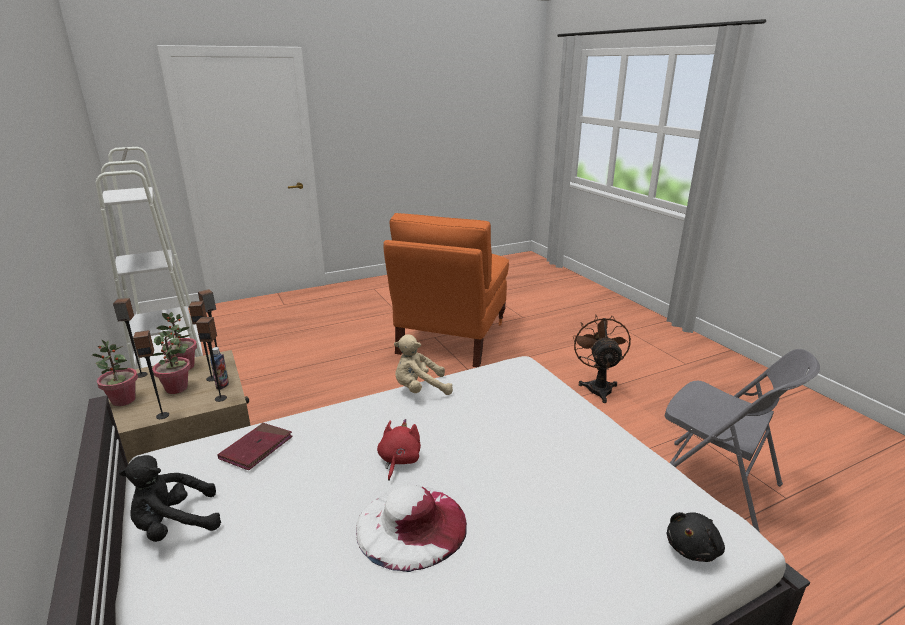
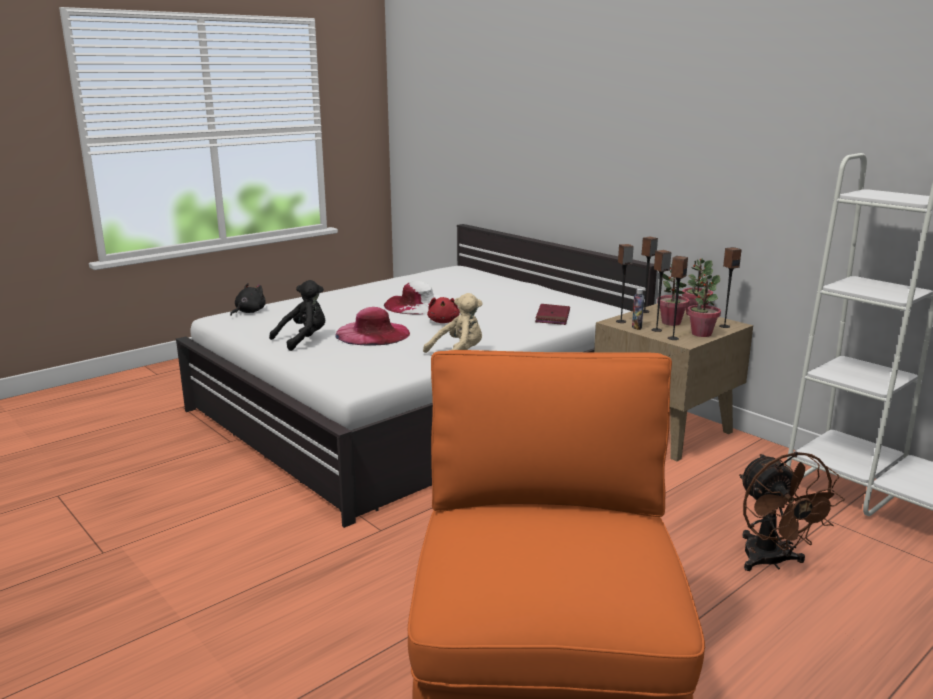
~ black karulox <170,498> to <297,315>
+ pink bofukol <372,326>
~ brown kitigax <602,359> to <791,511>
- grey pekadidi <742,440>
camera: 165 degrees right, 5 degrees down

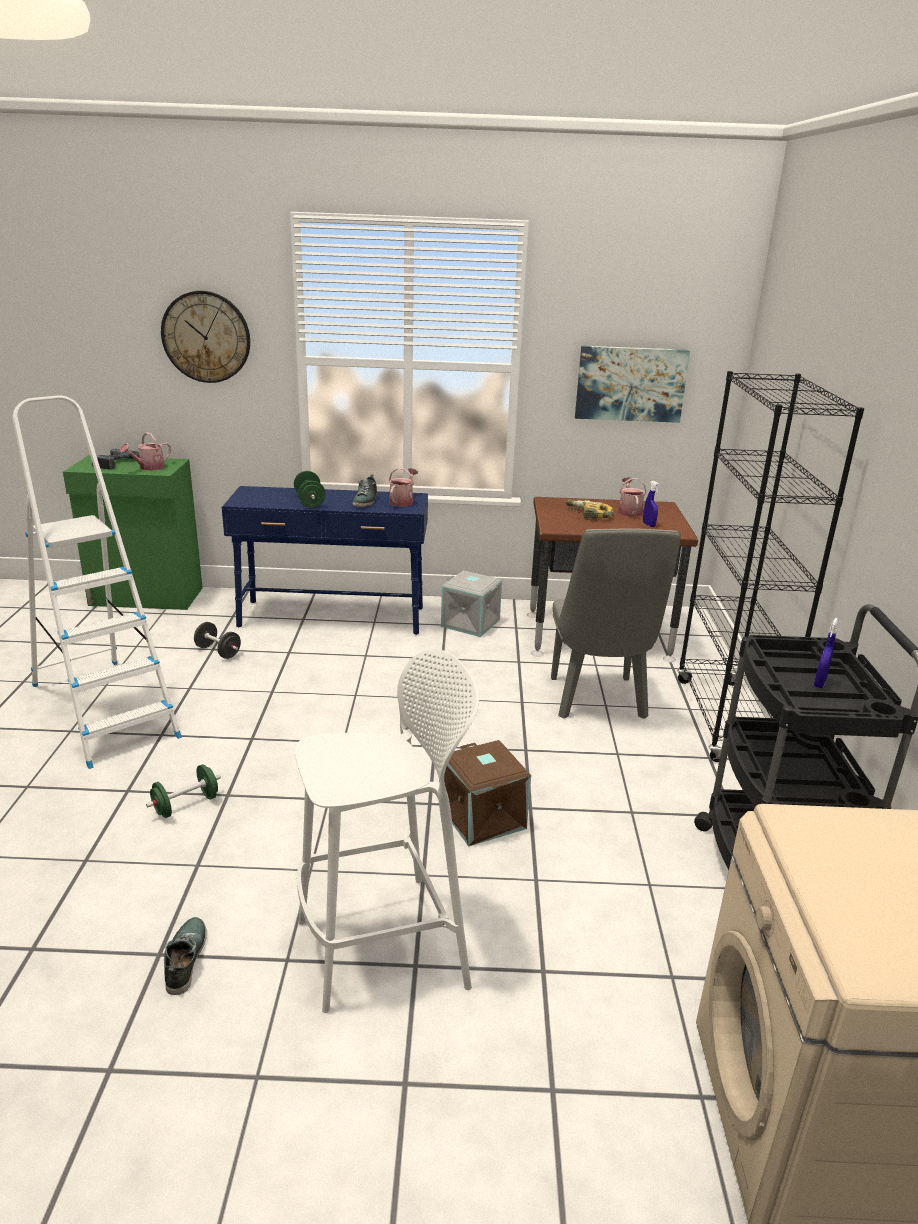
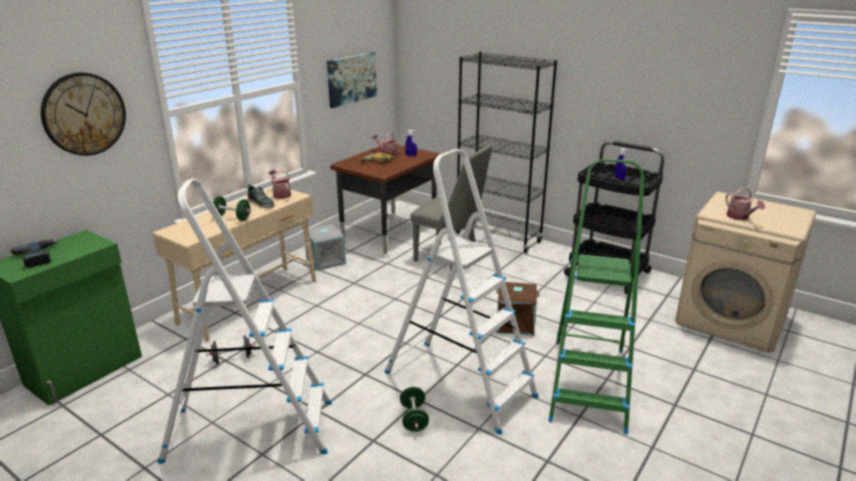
~ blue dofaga <325,560> to beige dofaga <234,264>
+ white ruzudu <462,292>
~ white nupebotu <387,831> to green ruzudu <596,296>
~ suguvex <145,451> to <745,204>
- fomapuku <185,956>
camera: 55 degrees left, 0 degrees up

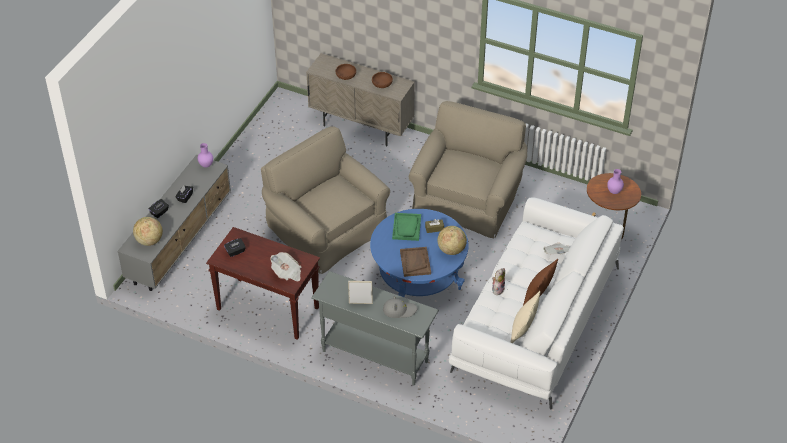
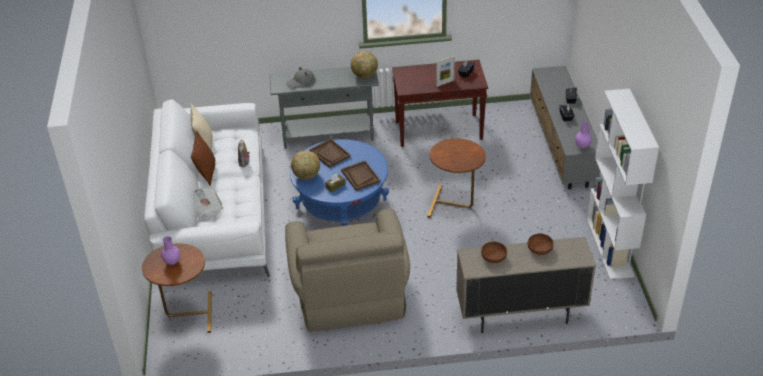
~ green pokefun <406,227> to brown pokefun <360,176>
~ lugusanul <148,231> to <364,64>
~ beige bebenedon <325,200> to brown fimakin <456,178>
~ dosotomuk <360,292> to <445,71>
+ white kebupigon <622,184>
- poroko <286,266>
camera: 150 degrees right, 5 degrees down

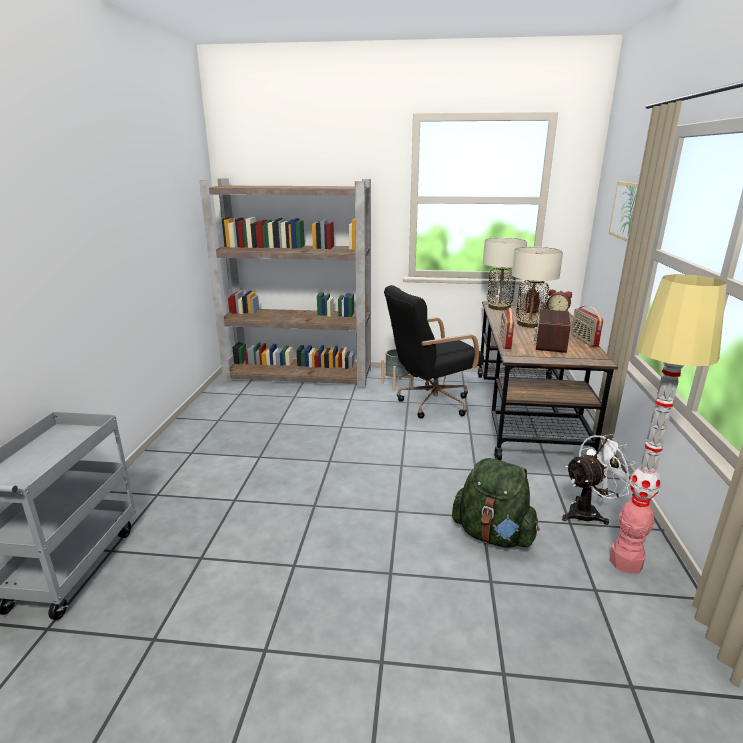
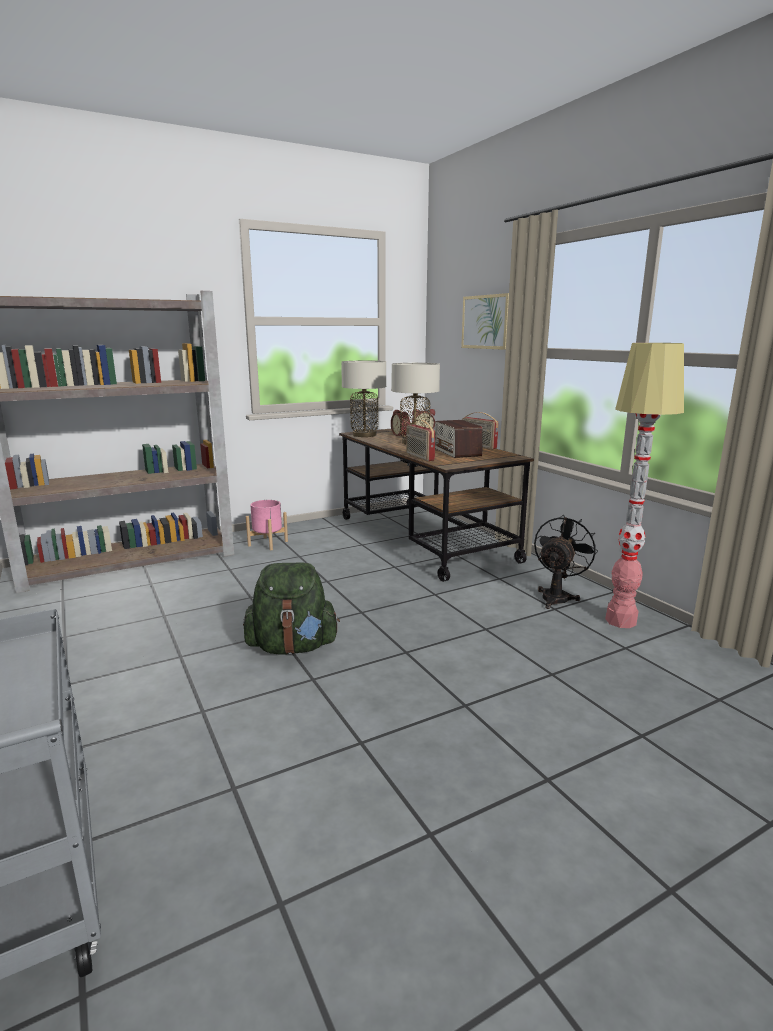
~ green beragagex <496,503> to <291,609>
~ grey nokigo <397,370> to pink nokigo <267,525>
~ white kitigax <600,479> to black kitigax <566,562>
- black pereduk <434,352>
camera: 35 degrees left, 5 degrees down

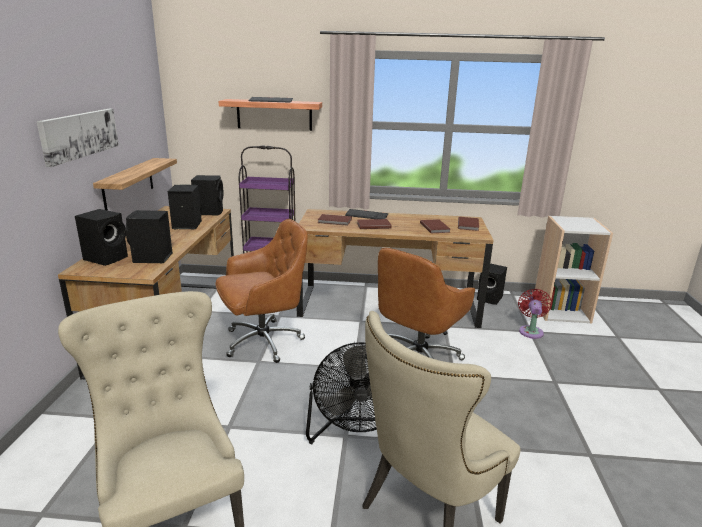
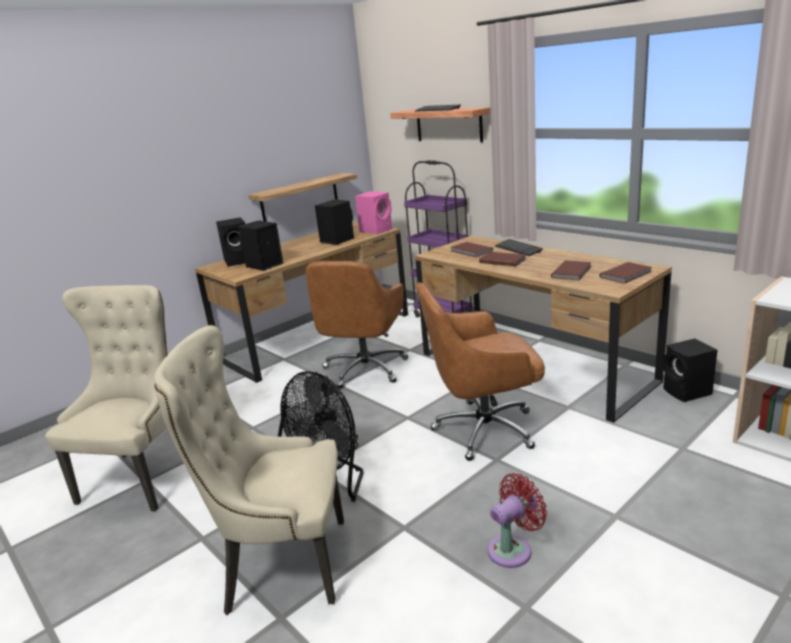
~ brown pereduk <261,291> = <357,324> 90 degrees clockwise
~ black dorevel <207,195> to pink dorevel <373,212>
~ red kitigax <535,314> to <517,520>
- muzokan <78,138>
camera: 45 degrees right, 0 degrees up

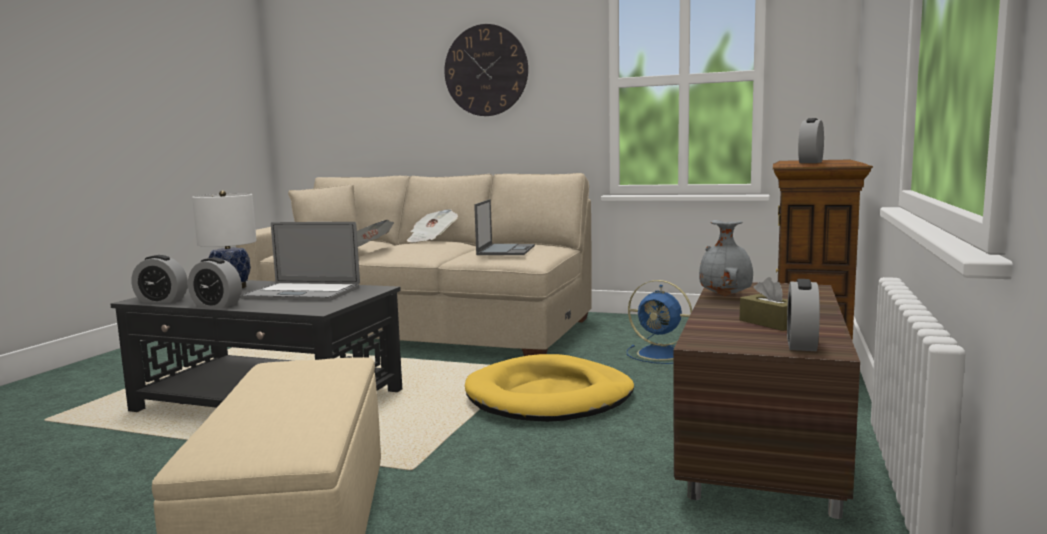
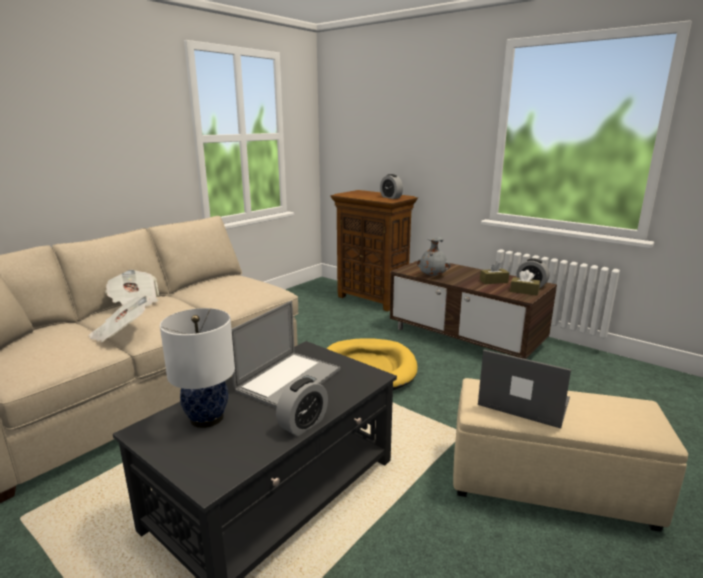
~ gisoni <504,227> to <524,389>
+ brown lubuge <525,282>
- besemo <159,279>
- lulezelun <486,70>
- blue kitigax <659,322>
camera: 70 degrees left, 10 degrees up

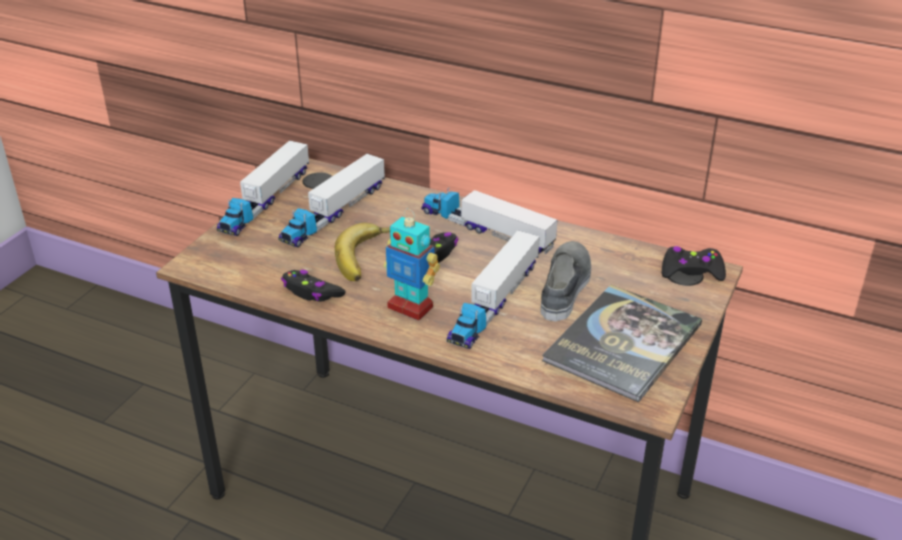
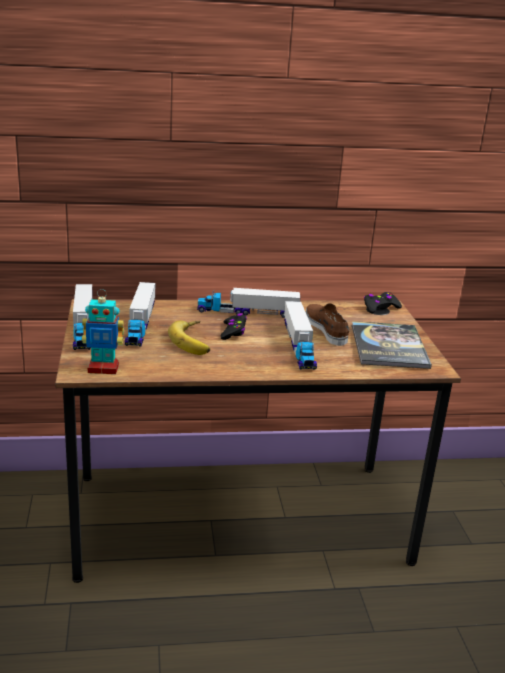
~ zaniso <412,264> to <103,331>
~ grey fomapuku <566,281> to brown fomapuku <327,324>
- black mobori <313,286>
camera: 35 degrees left, 10 degrees down

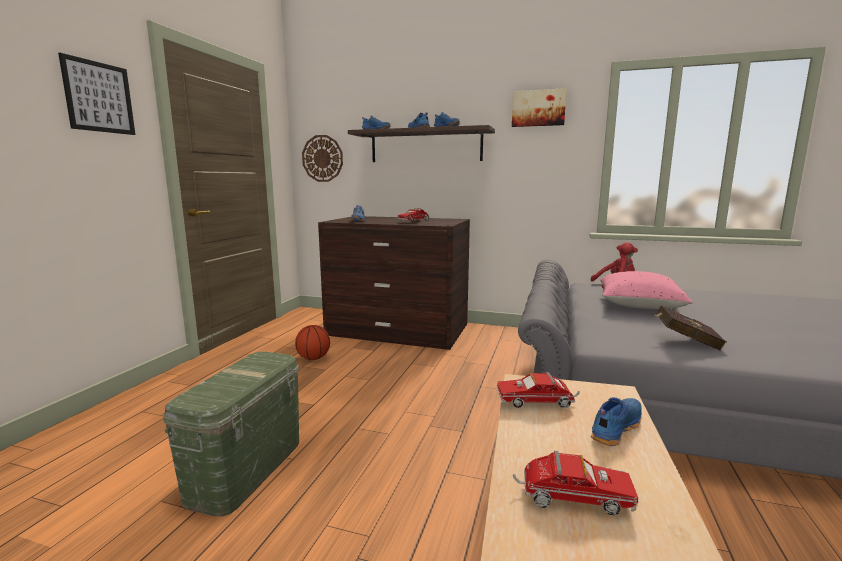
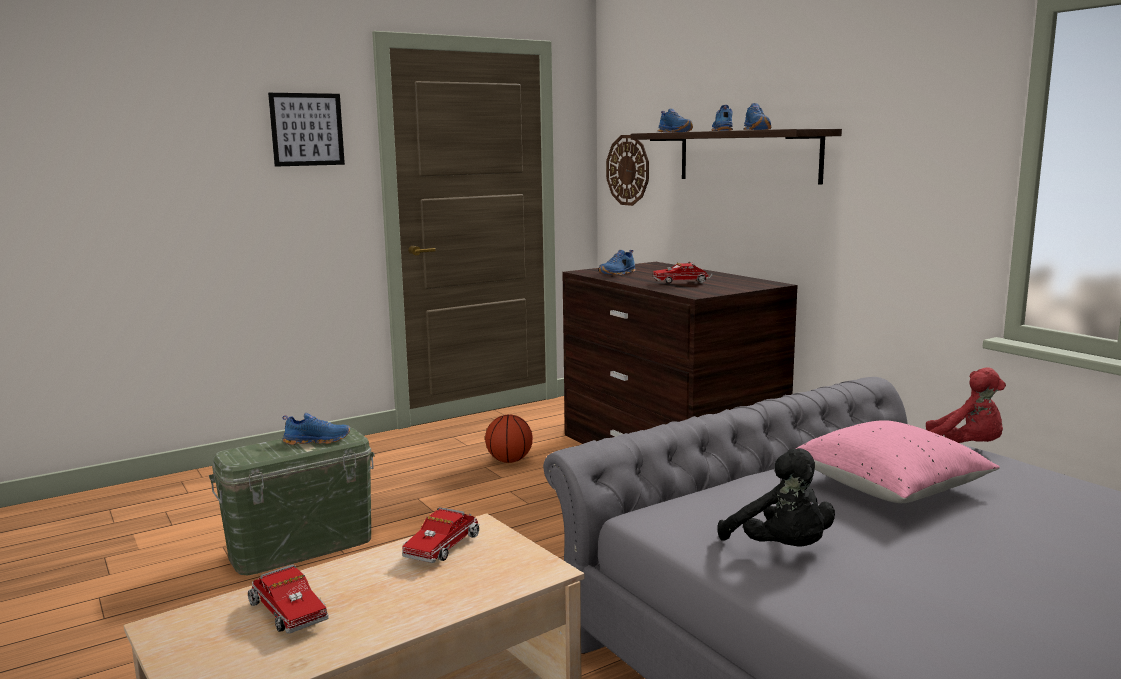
~ blue fomapuku <616,421> to <316,428>
~ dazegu <538,390> = <441,535> 105 degrees counterclockwise
~ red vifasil <688,328> to black karulox <776,497>
- muzokan <539,107>
camera: 40 degrees right, 0 degrees up

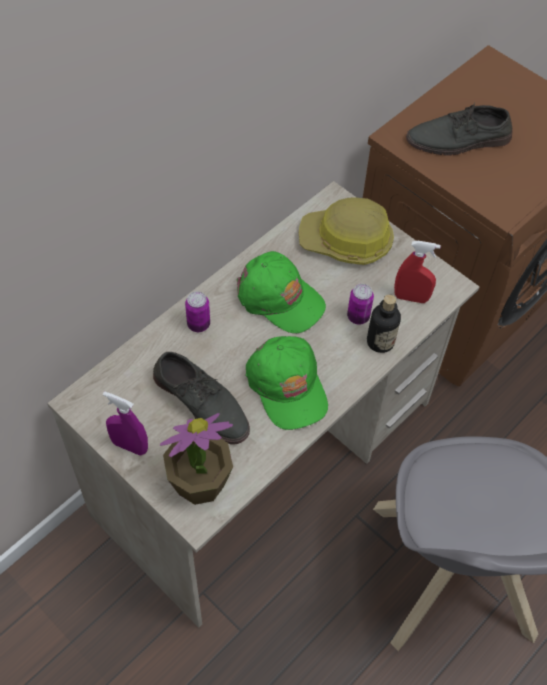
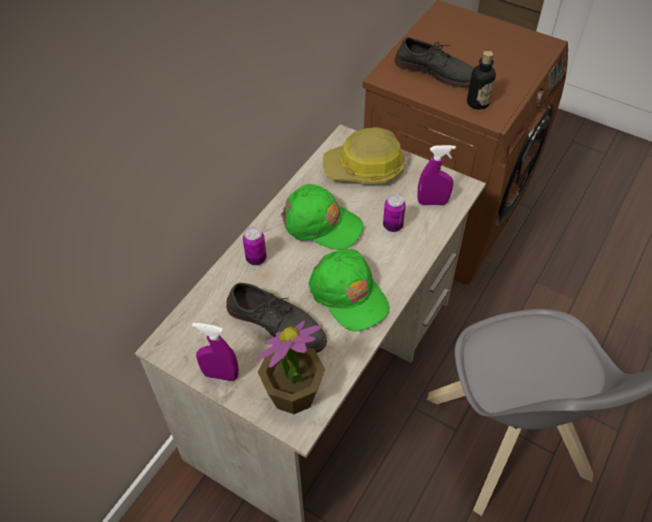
~ grey fomapuku <459,129> = <434,62> 135 degrees counterclockwise
~ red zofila <417,272> to purple zofila <436,175>
~ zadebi <384,323> to <481,80>
camera: 10 degrees left, 5 degrees down

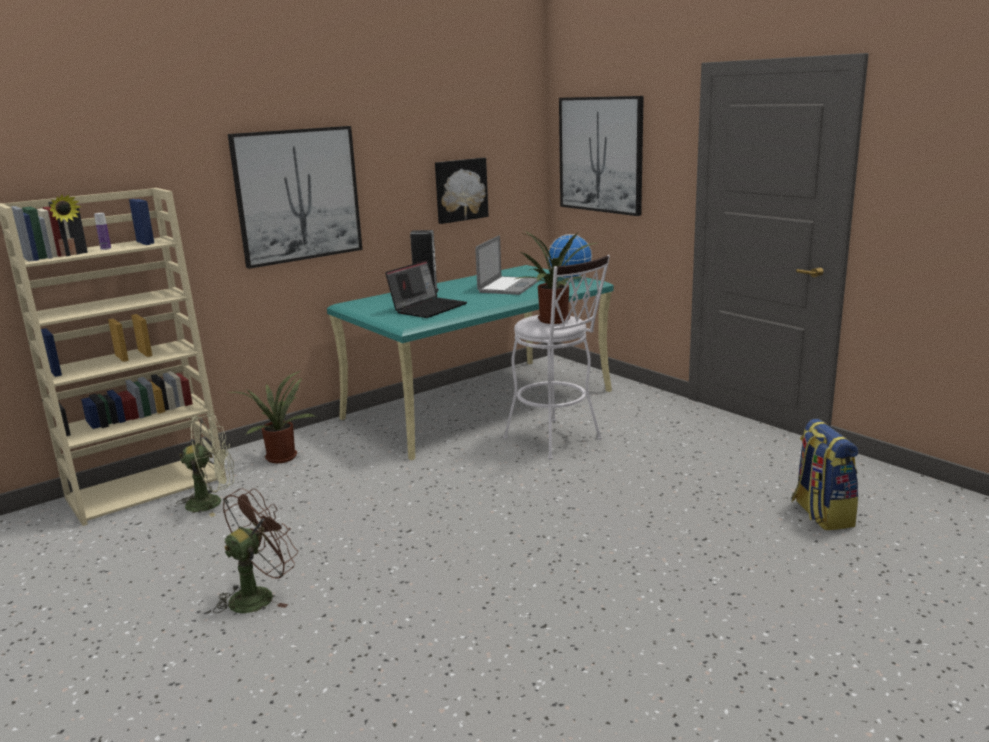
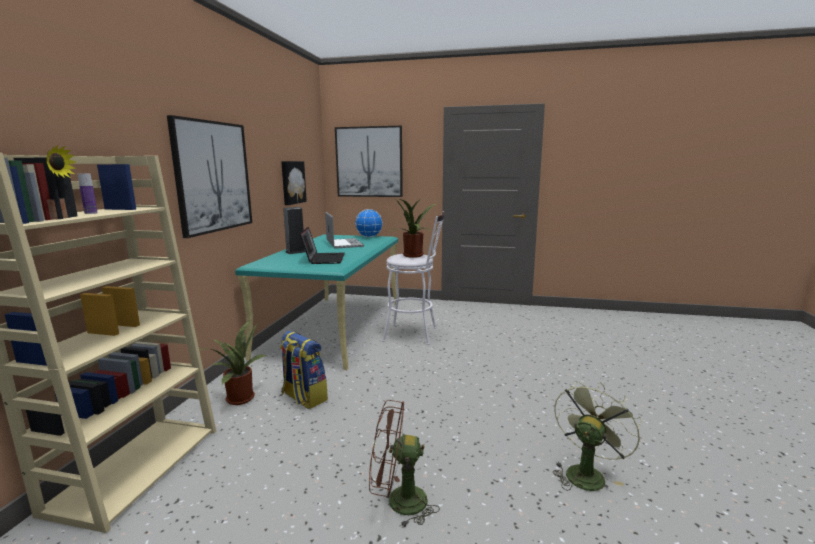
~ beragagex <825,474> to <304,370>
~ brown kitigax <255,550> = <404,464> 90 degrees counterclockwise
~ green kitigax <205,465> to <597,436>
camera: 40 degrees left, 5 degrees down

